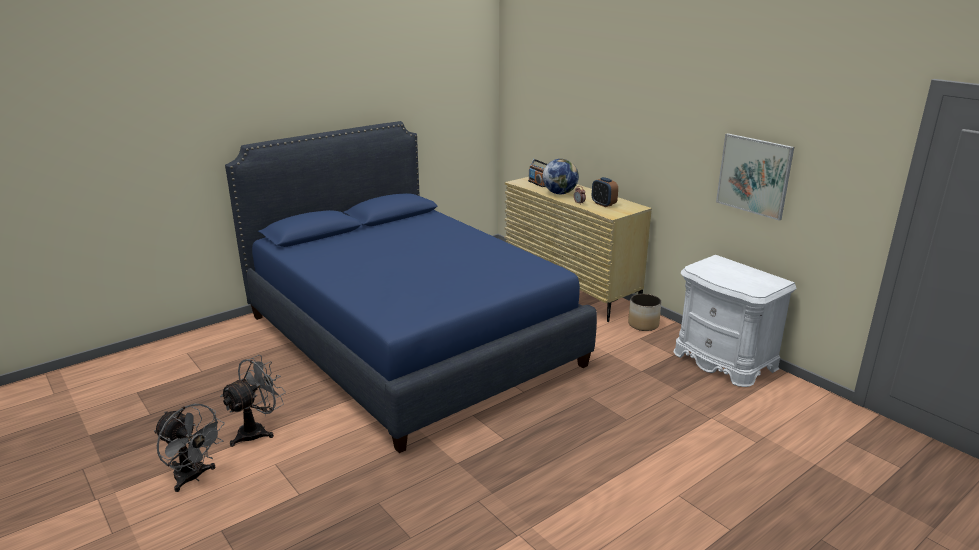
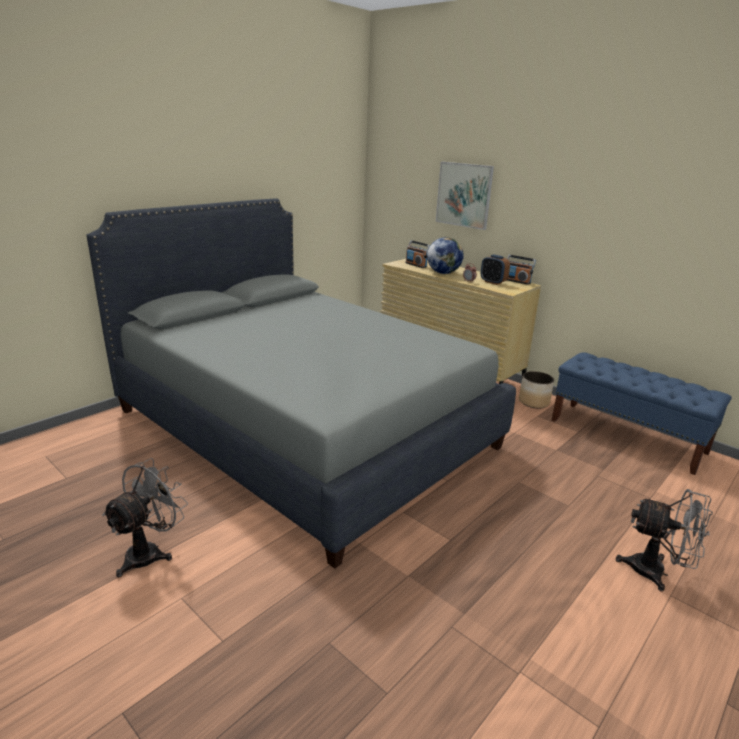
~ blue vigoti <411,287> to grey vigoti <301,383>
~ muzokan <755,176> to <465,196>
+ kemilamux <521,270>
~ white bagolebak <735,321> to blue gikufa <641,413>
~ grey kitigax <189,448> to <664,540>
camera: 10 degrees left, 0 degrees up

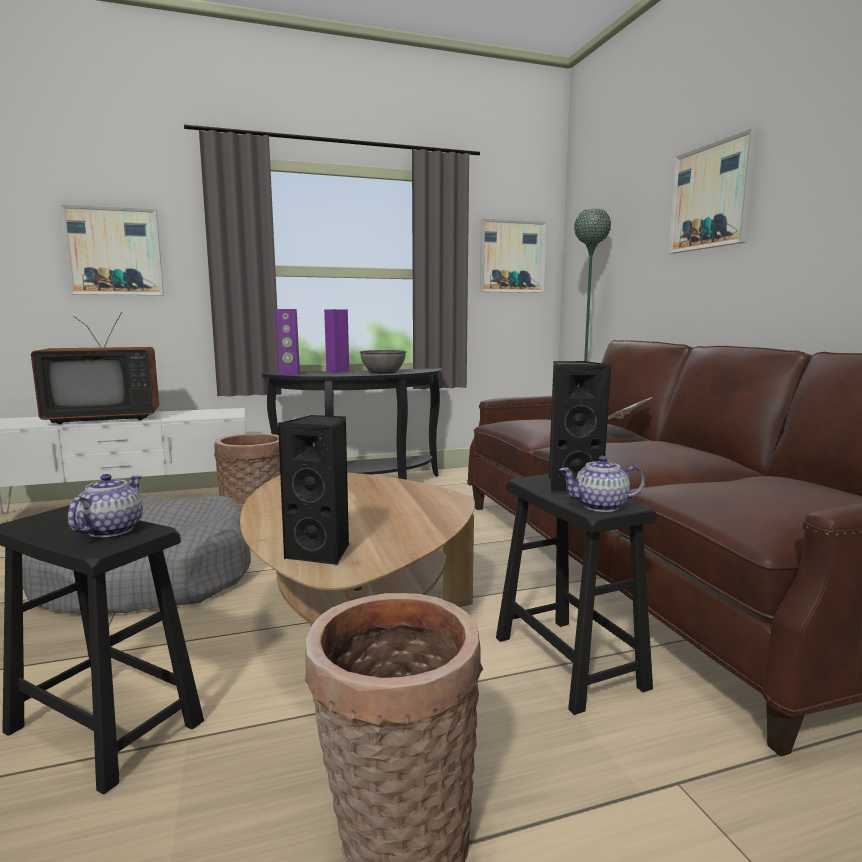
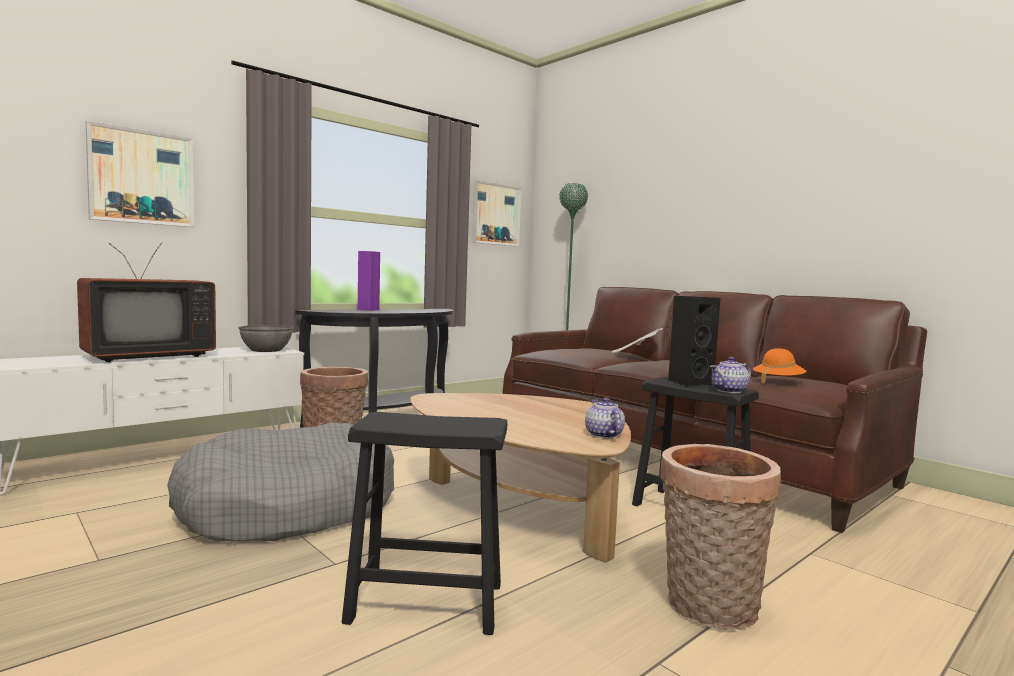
~ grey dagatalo <383,362> to <266,338>
~ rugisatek <105,505> to <605,418>
+ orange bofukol <779,366>
- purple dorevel <288,342>
- black dorevel <313,490>
- muzokan <713,190>
camera: 25 degrees left, 5 degrees down

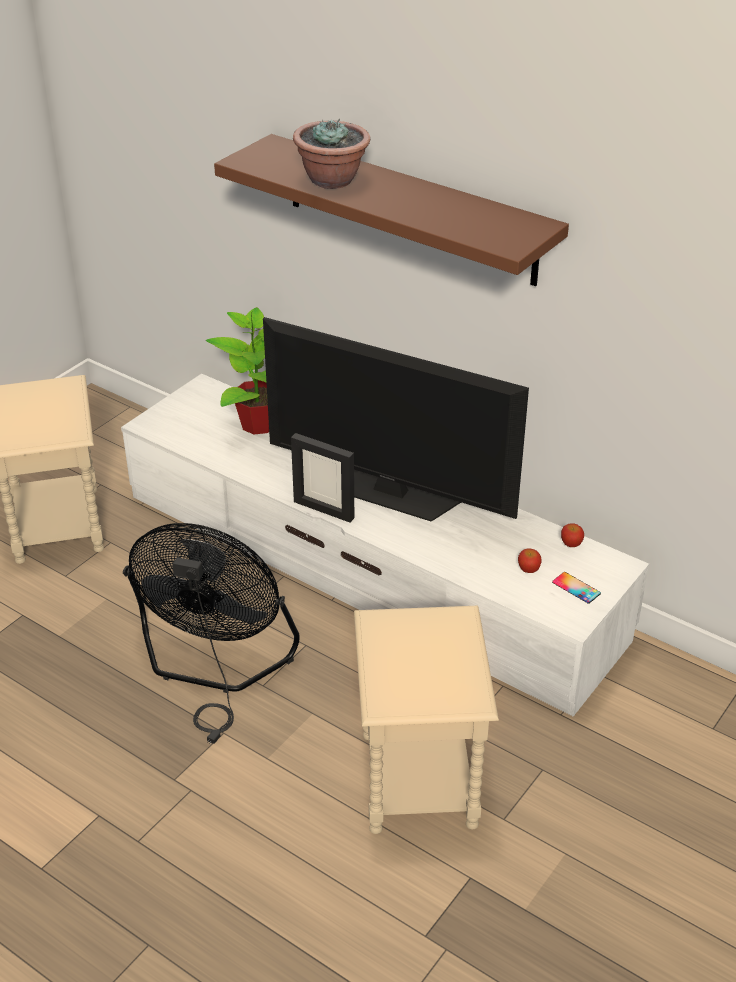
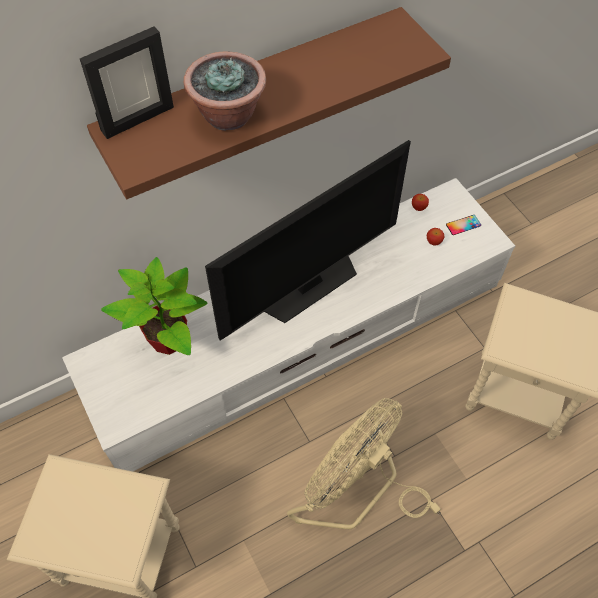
~ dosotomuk <322,478> to <127,83>
~ black kitigax <211,633> to beige kitigax <364,463>
camera: 65 degrees left, 20 degrees up

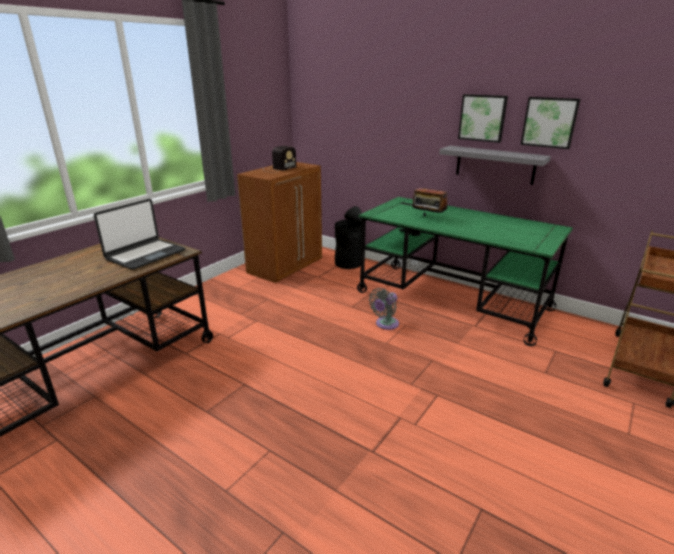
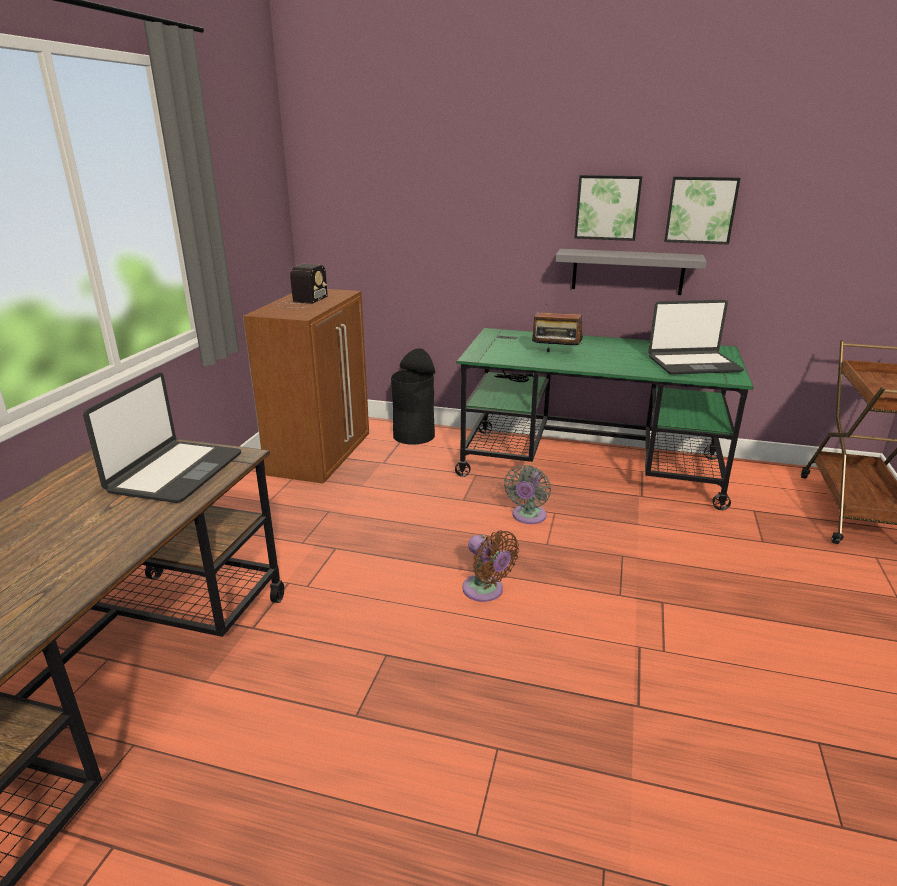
+ brown kitigax <490,566>
+ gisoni <696,337>
camera: 20 degrees left, 0 degrees up

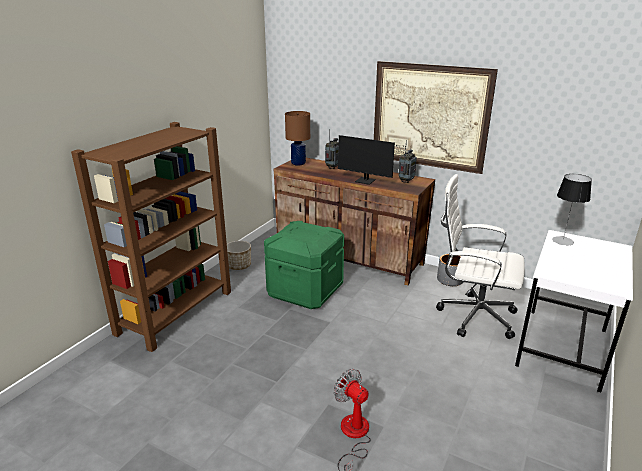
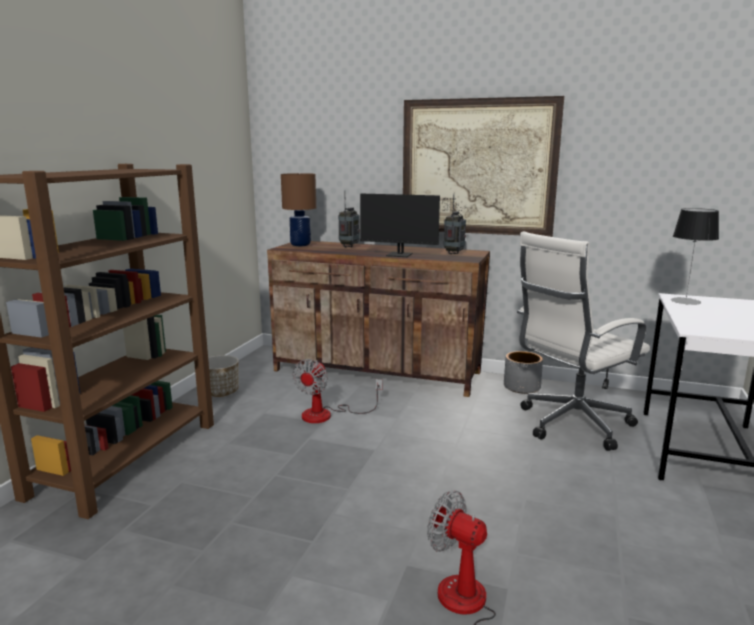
~ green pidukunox <304,265> to kitigax <337,391>
~ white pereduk <480,256> = <583,341> 45 degrees counterclockwise
camera: 10 degrees left, 10 degrees down

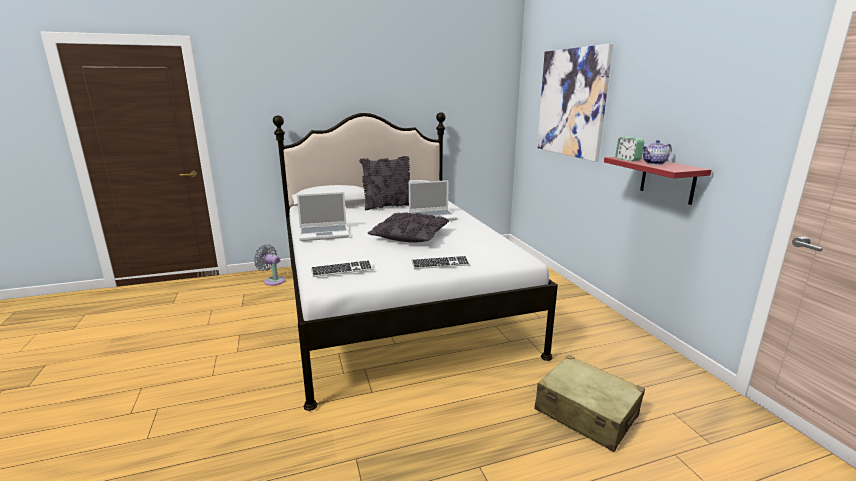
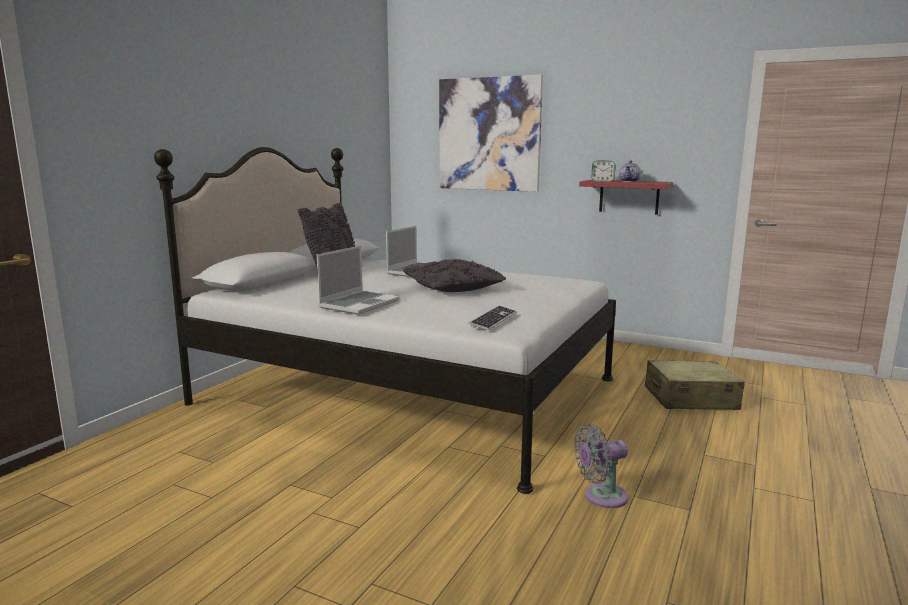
~ grey kitigax <269,265> to <601,466>
- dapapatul <441,262>
camera: 45 degrees left, 5 degrees down

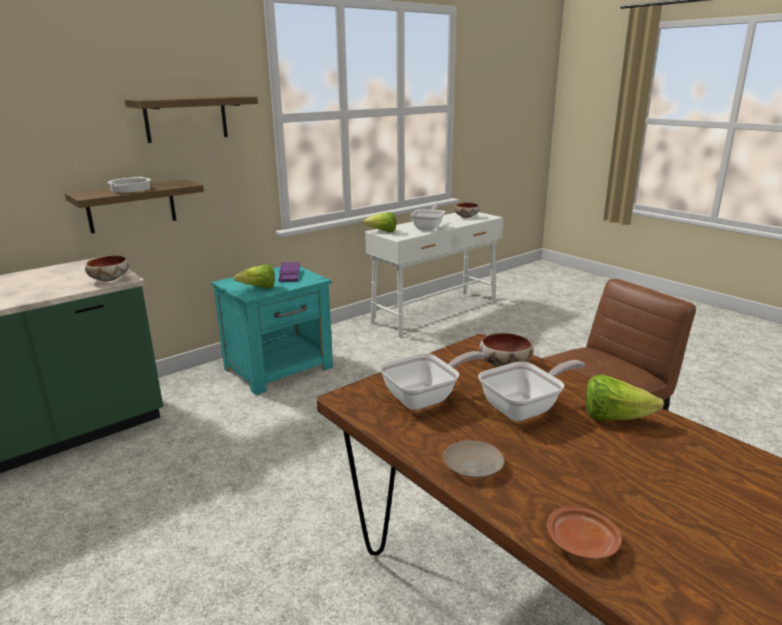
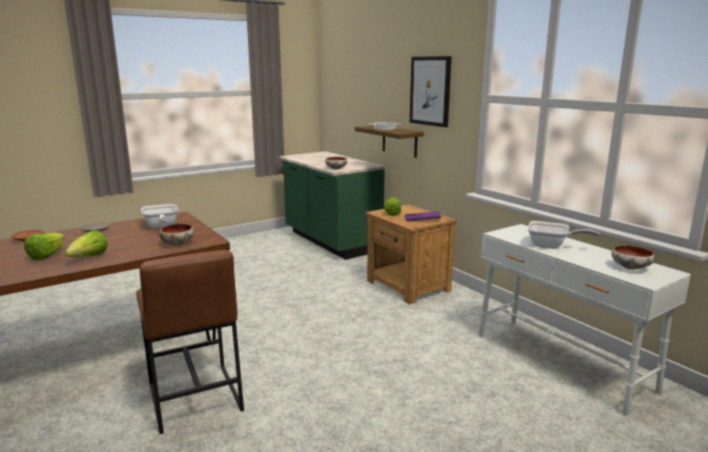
~ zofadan <379,222> to <44,246>
~ turquoise bagolebak <272,330> to brown bagolebak <411,254>
~ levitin <191,119> to muzokan <431,91>
- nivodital <531,390>
camera: 95 degrees right, 5 degrees down

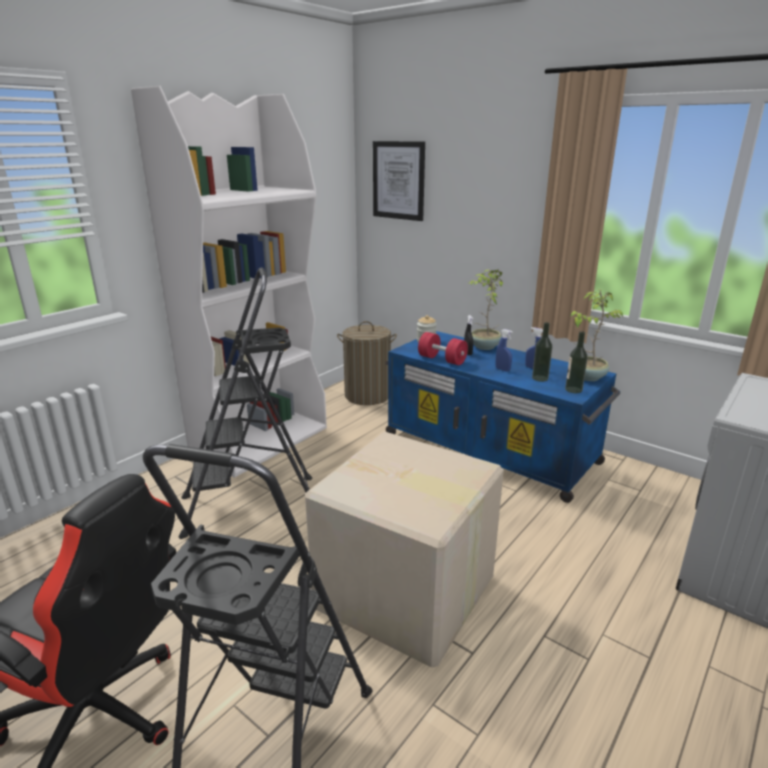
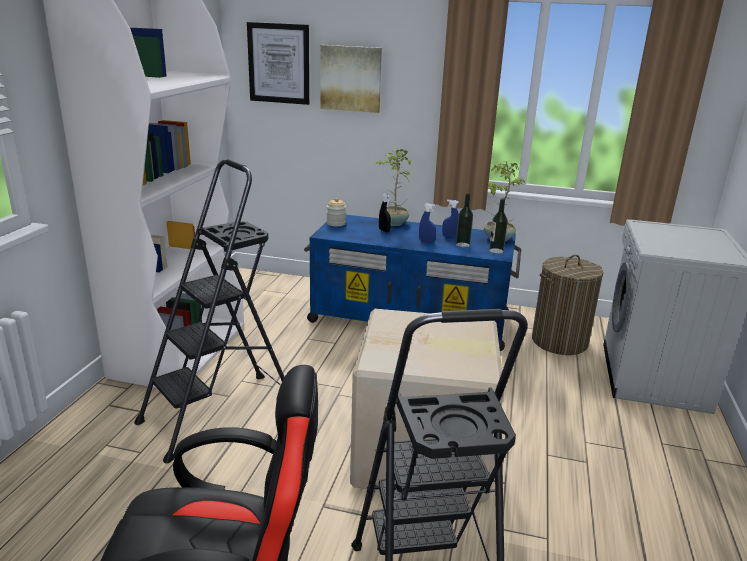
+ muzokan <351,79>
~ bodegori <367,363> to <568,305>
- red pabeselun <443,348>
camera: 25 degrees left, 0 degrees up

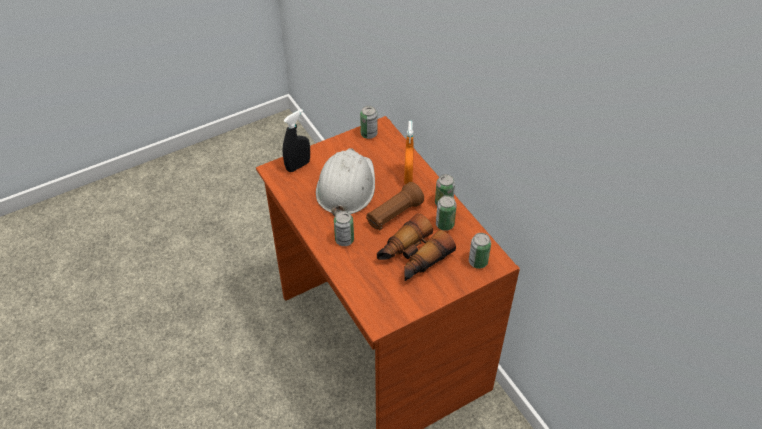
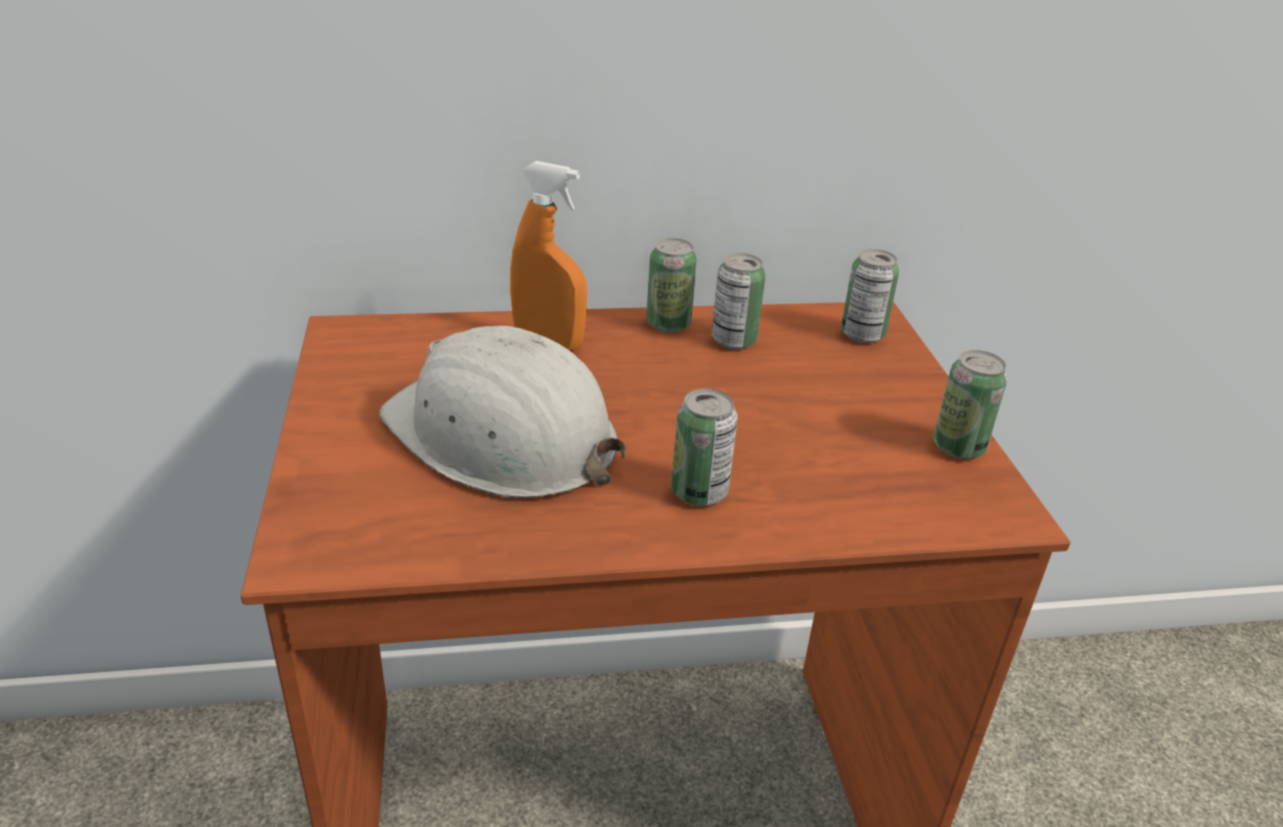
~ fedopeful <368,122> to <970,404>
- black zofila <296,140>
- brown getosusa <395,206>
- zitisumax <416,247>
camera: 70 degrees left, 15 degrees down

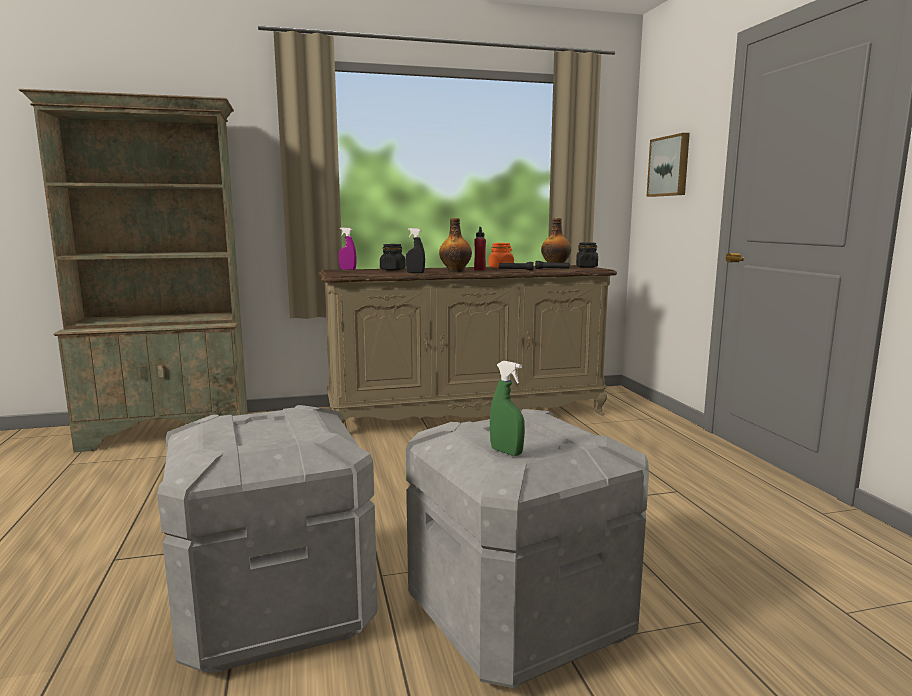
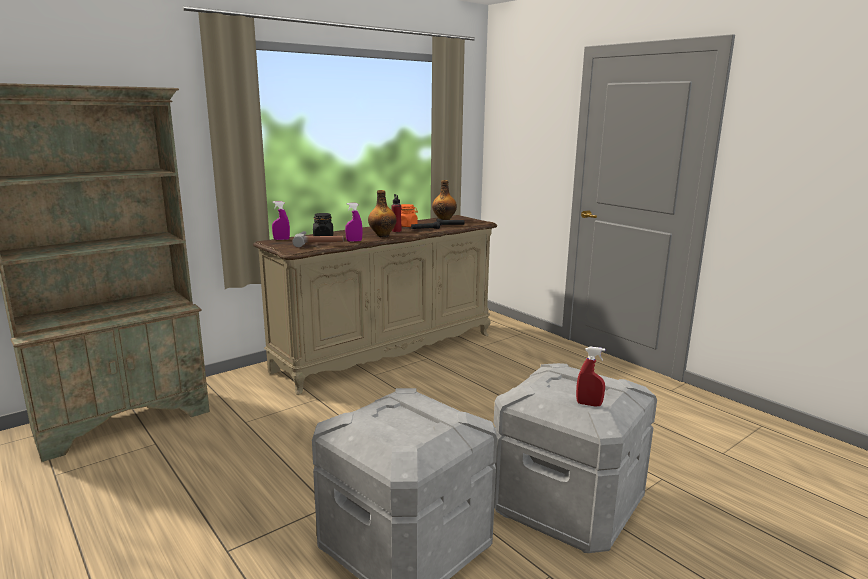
+ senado <318,239>
~ black zofila <415,250> to purple zofila <354,222>
~ green zofila <507,408> to red zofila <590,377>
- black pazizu <587,255>
- muzokan <668,165>
camera: 25 degrees left, 5 degrees up

